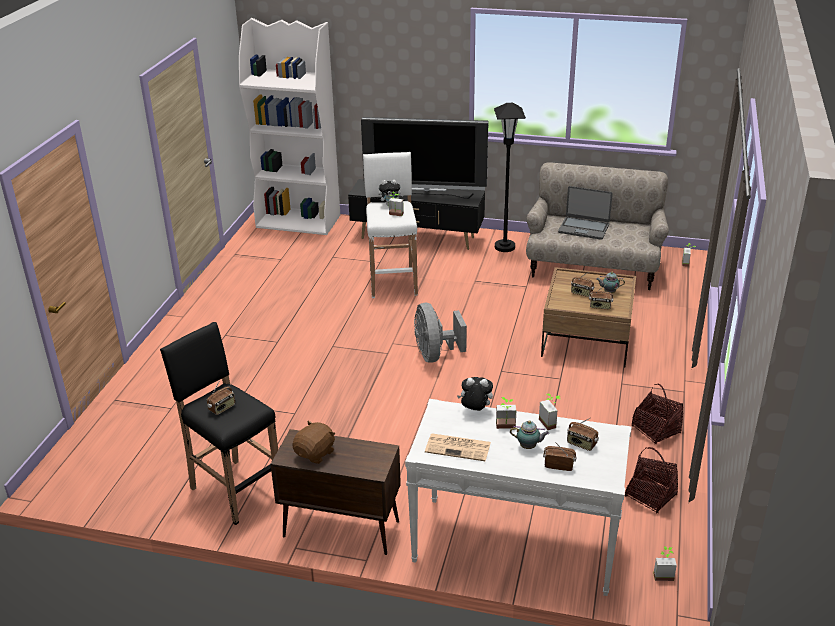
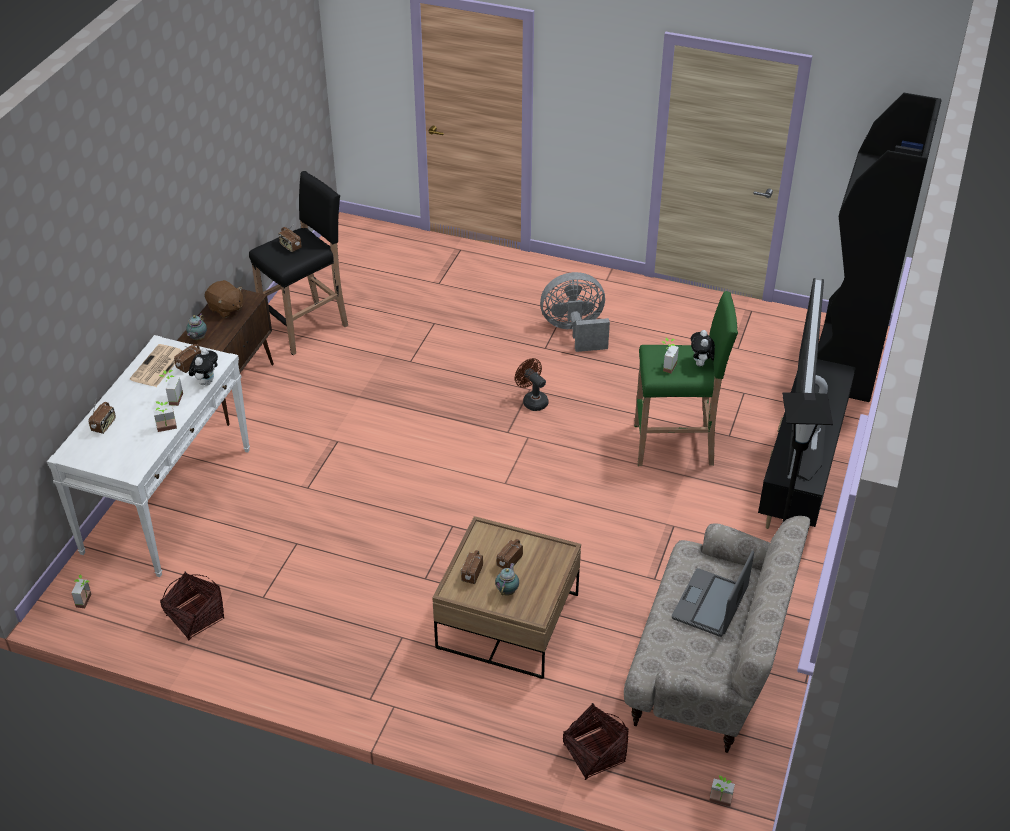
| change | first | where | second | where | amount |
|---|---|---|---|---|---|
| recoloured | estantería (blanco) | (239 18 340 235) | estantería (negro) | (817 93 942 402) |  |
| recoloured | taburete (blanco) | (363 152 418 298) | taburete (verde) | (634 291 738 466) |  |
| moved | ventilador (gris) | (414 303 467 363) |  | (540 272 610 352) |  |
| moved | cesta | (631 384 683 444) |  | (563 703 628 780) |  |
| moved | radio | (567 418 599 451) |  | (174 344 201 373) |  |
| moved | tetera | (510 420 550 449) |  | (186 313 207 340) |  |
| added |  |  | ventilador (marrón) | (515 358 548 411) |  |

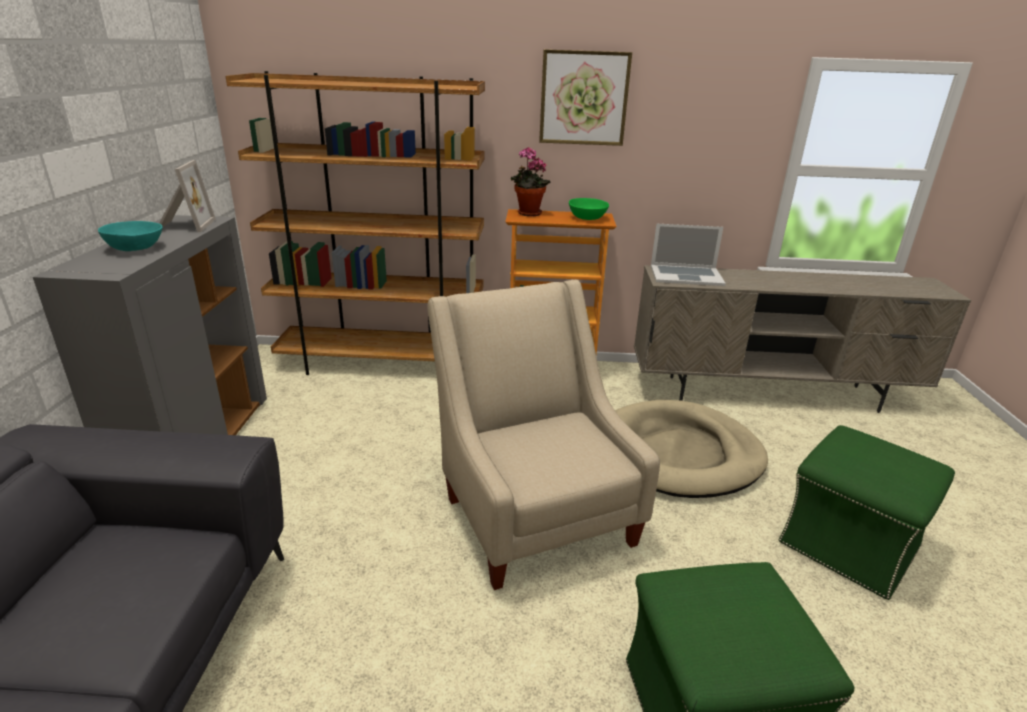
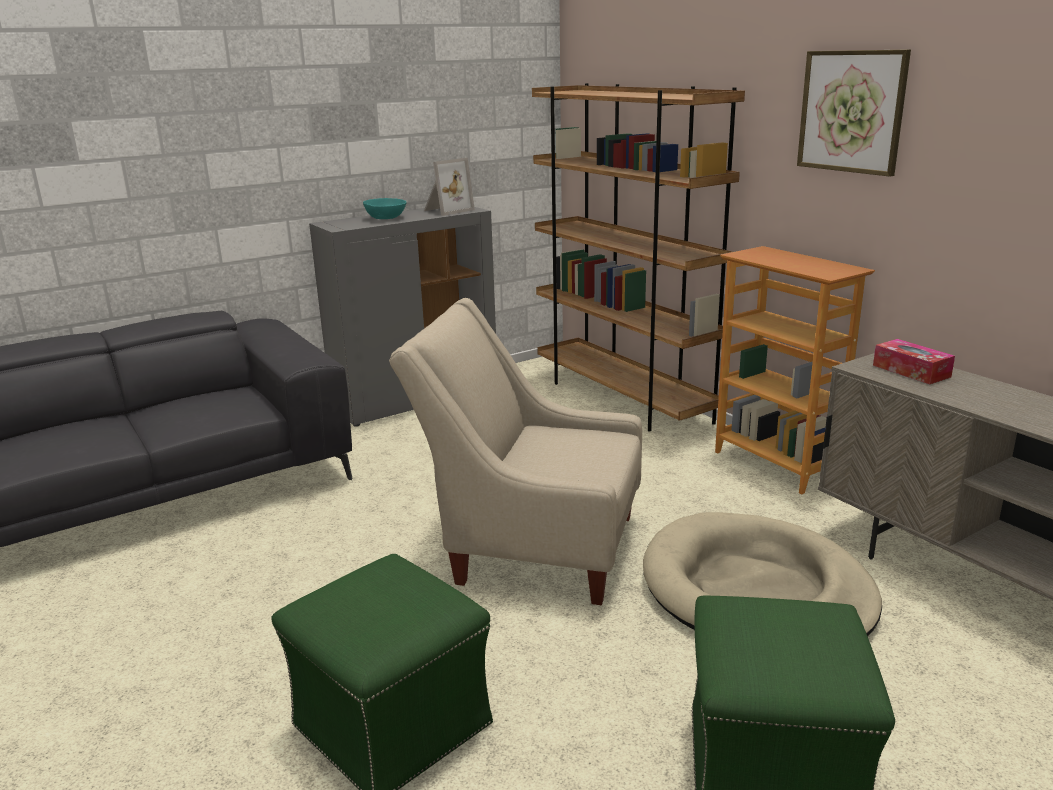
| change | first | where | second | where | amount |
|---|---|---|---|---|---|
| removed | planta en maceta | (511 147 551 216) |  |  |  |
| removed | cuenco (verde) | (569 198 609 220) |  |  |  |
| replaced | portátil | (651 223 726 286) | caja de pañuelos | (873 339 955 384) |  |
| turned | sillón (beis) | (427 280 660 590) |  | (389 298 642 605) | 105 degrees counterclockwise |

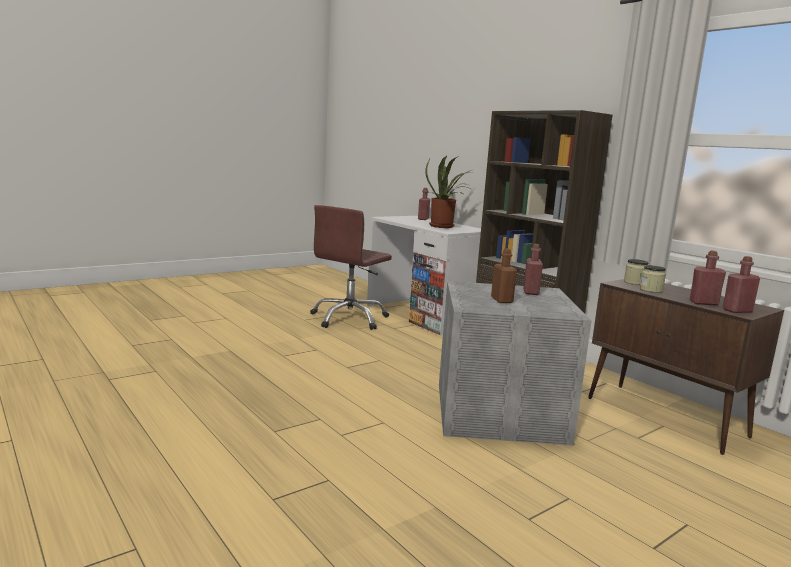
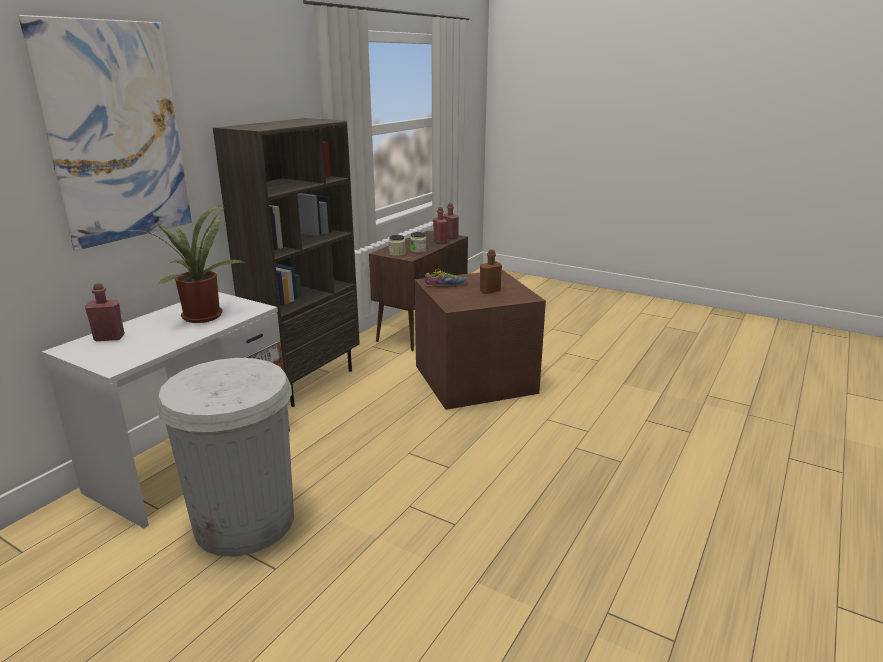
| change | first | where | second | where | amount |
|---|---|---|---|---|---|
| replaced | silla de oficina (marrón) | (310 205 392 330) | papelera (blanco) | (156 358 294 557) |  |
| replaced | botella (rojo) | (523 244 543 295) | zapato | (425 269 468 287) |  |
| recoloured | caja de almacenaje (gris) | (439 281 592 446) | caja de almacenaje (marrón) | (414 270 546 410) |  |
| added |  |  | cuadro | (19 15 192 251) |  |

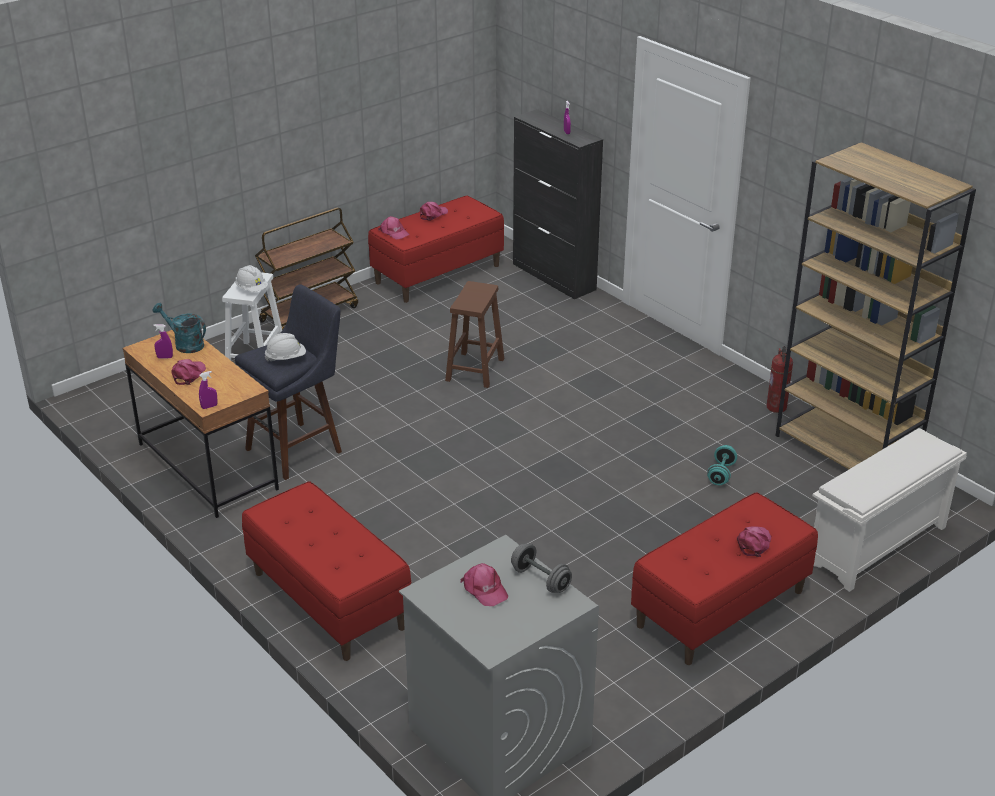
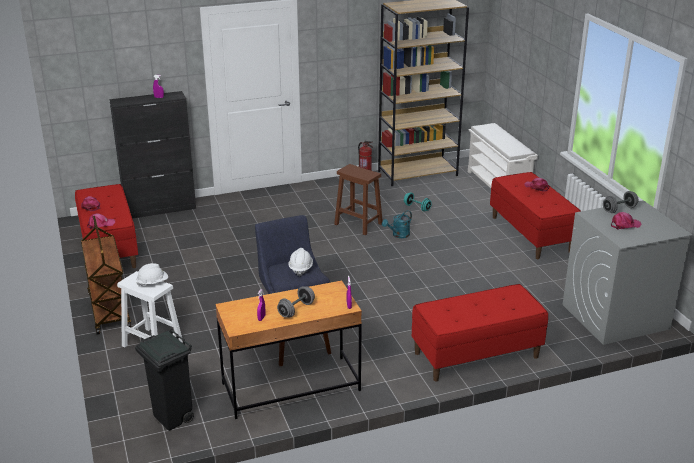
| change | first | where | second | where | amount |
|---|---|---|---|---|---|
| moved | taburete (marrón) | (445 281 504 388) |  | (334 164 383 235) |  |
| moved | regadera (turquesa) | (152 303 206 353) |  | (382 210 412 238) |  |
| replaced | gorra (rosa) | (171 359 206 385) | mancuerna (gris) | (277 286 315 318) |  |
| added |  |  | papelera (negro) | (135 329 194 431) |  |

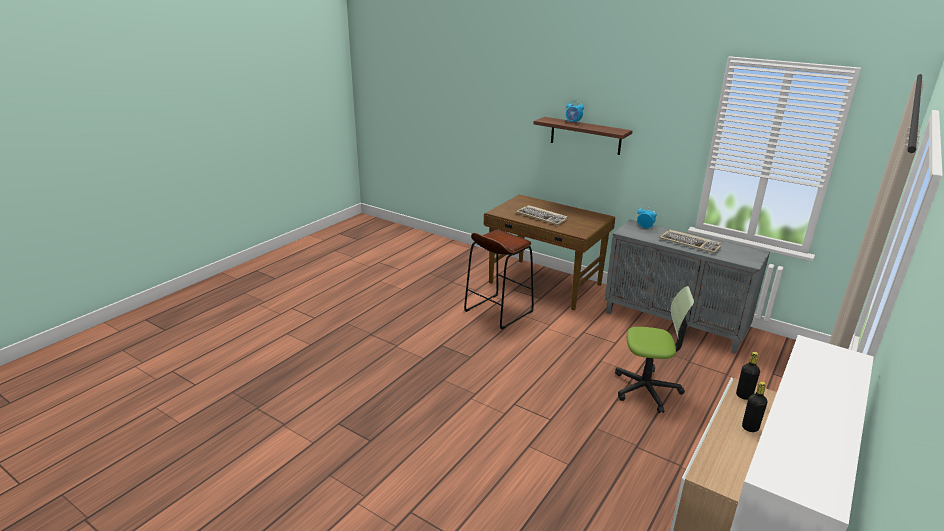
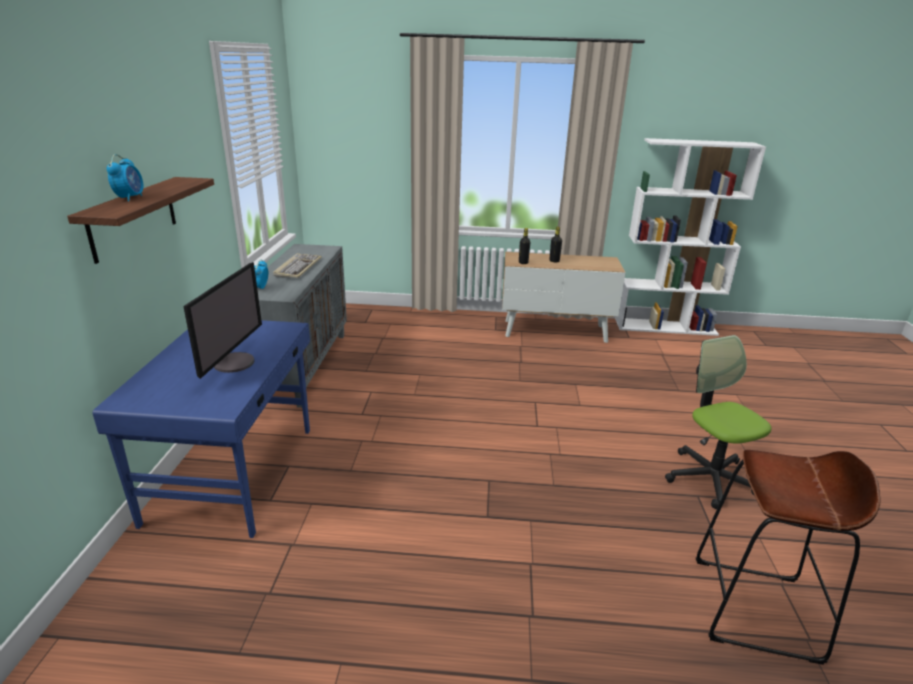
| change | first | where | second | where | amount |
|---|---|---|---|---|---|
| recoloured | escritorio (marrón) | (484 195 615 311) | escritorio (azul) | (93 320 310 538) |  |
| replaced | teclado | (516 205 568 225) | monitor | (183 262 262 379) |  |
| moved | taburete (marrón) | (464 230 534 329) |  | (696 450 881 665) |  |
| moved | silla de oficina | (615 286 695 413) |  | (665 335 772 509) |  |

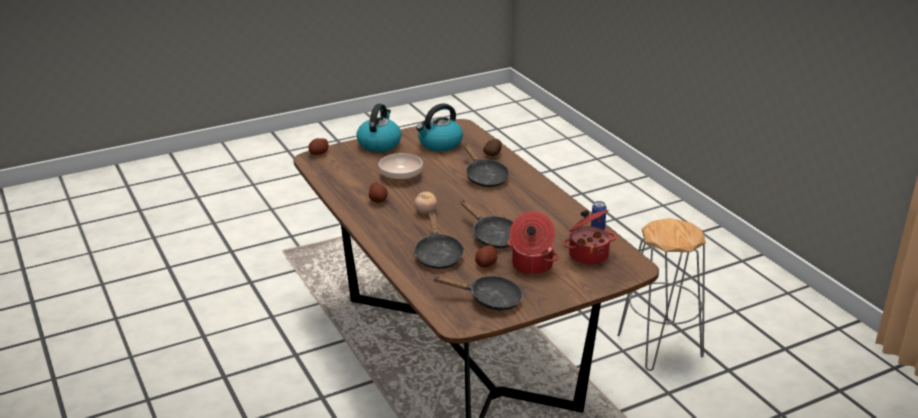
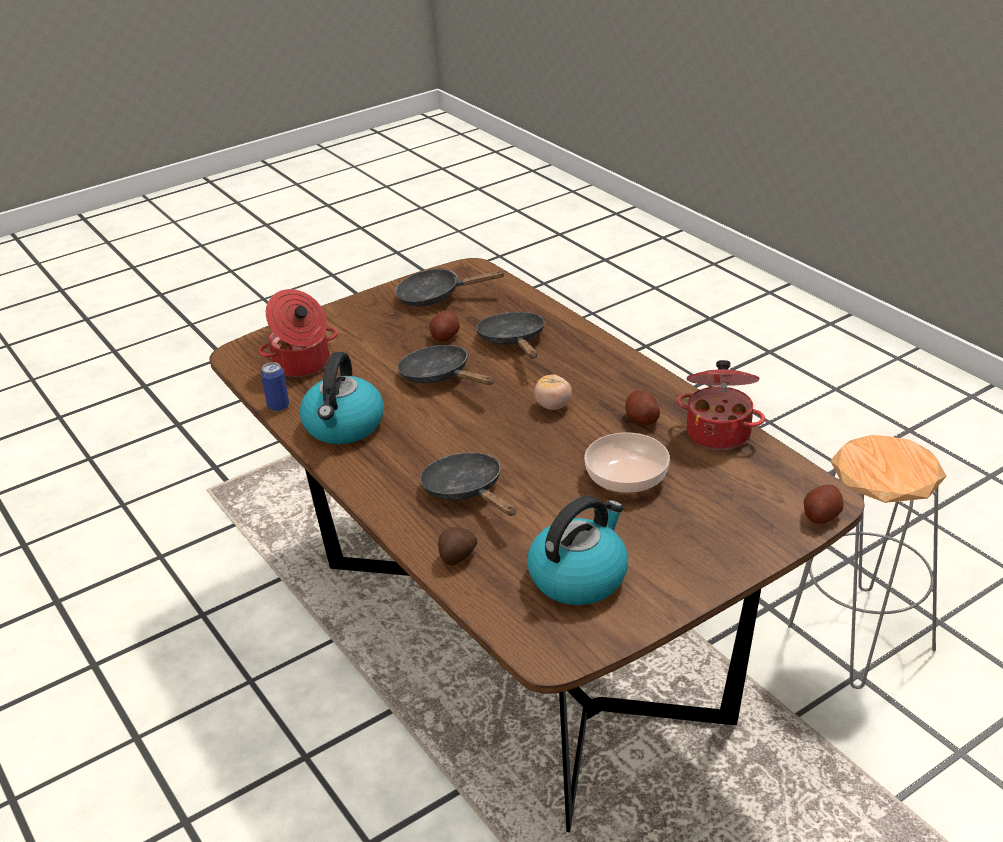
| change | first | where | second | where | amount |
|---|---|---|---|---|---|
| moved | hervidor | (357 103 401 152) |  | (299 352 384 444) |  |
| moved | olla | (507 212 559 275) |  | (677 360 765 450) |  |
| moved | taburete (gris) | (617 218 706 371) |  | (788 435 946 689) |  |

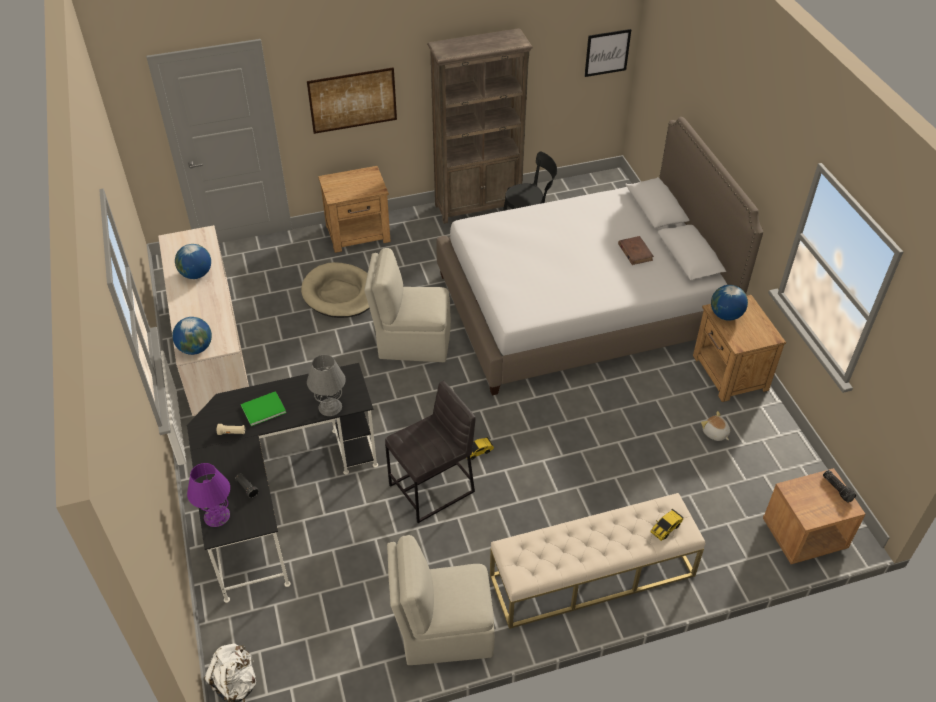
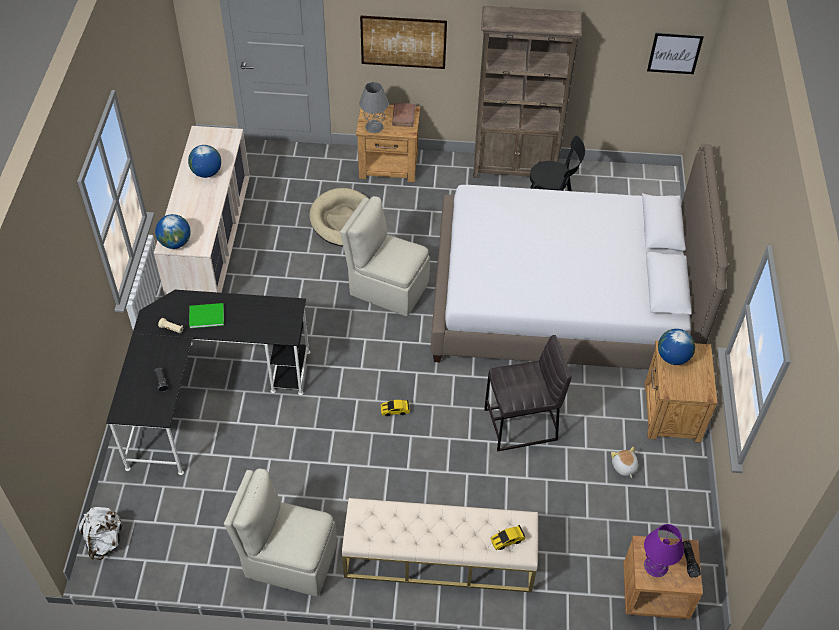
| change | first | where | second | where | amount |
|---|---|---|---|---|---|
| moved | libro (marrón) | (618 236 654 265) |  | (392 103 415 127) |  |
| moved | lámpara de mesa (gris) | (307 354 346 416) |  | (359 82 389 133) |  |
| moved | taburete (gris) | (385 381 476 523) |  | (484 335 572 452) |  |
| moved | lámpara de mesa (morado) | (187 463 230 527) |  | (644 524 684 577) |  |

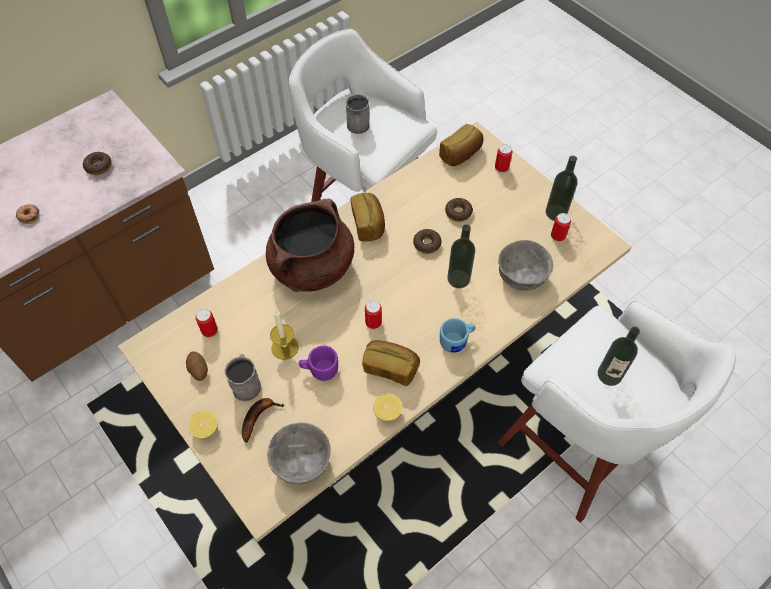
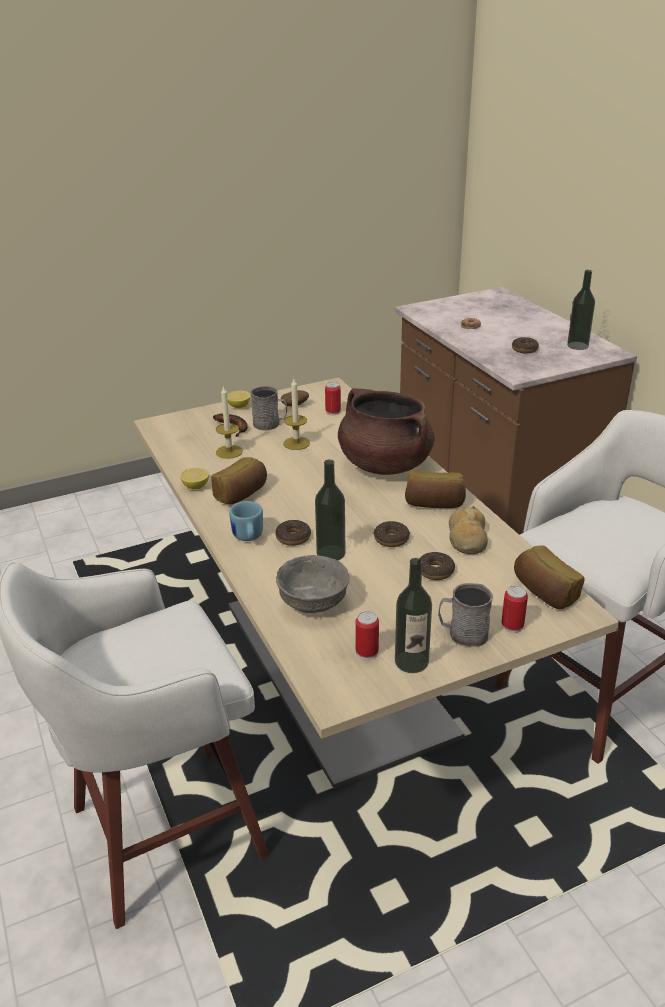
| change | first | where | second | where | amount |
|---|---|---|---|---|---|
| moved | taza grande (gris) | (346 94 370 134) |  | (438 583 493 647) |  |
| removed | lata | (365 300 382 330) |  |  |  |
| moved | botella | (598 327 640 386) |  | (567 270 595 350) |  |
| removed | taza grande (morado) | (299 346 338 381) |  |  |  |
| removed | cuenco (gris) | (267 422 331 484) |  |  |  |
| added |  |  | vela | (216 386 243 459) |  |
| added |  |  | pan | (449 506 488 554) |  |
| added |  |  | rosquilla | (275 520 311 546) |  |

